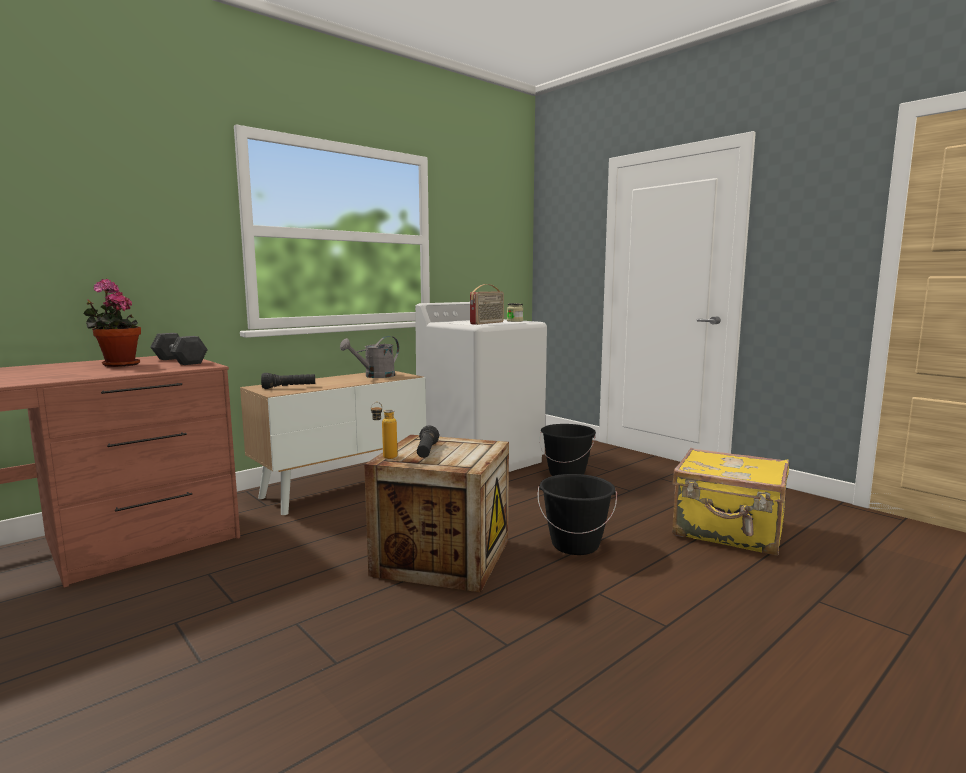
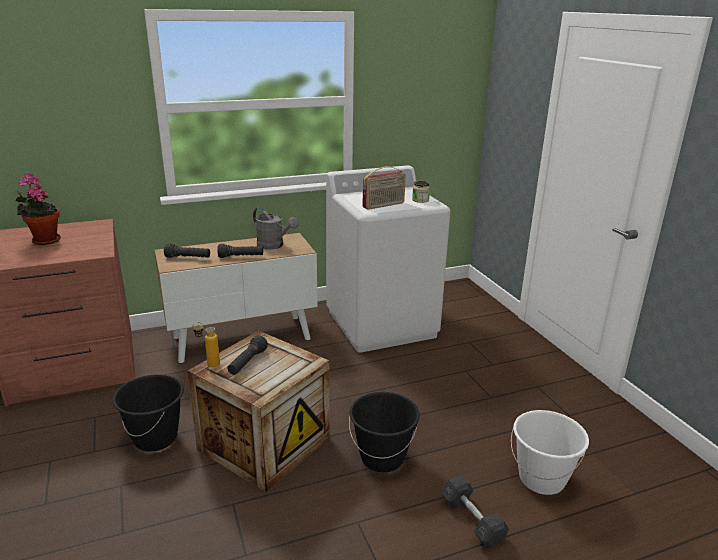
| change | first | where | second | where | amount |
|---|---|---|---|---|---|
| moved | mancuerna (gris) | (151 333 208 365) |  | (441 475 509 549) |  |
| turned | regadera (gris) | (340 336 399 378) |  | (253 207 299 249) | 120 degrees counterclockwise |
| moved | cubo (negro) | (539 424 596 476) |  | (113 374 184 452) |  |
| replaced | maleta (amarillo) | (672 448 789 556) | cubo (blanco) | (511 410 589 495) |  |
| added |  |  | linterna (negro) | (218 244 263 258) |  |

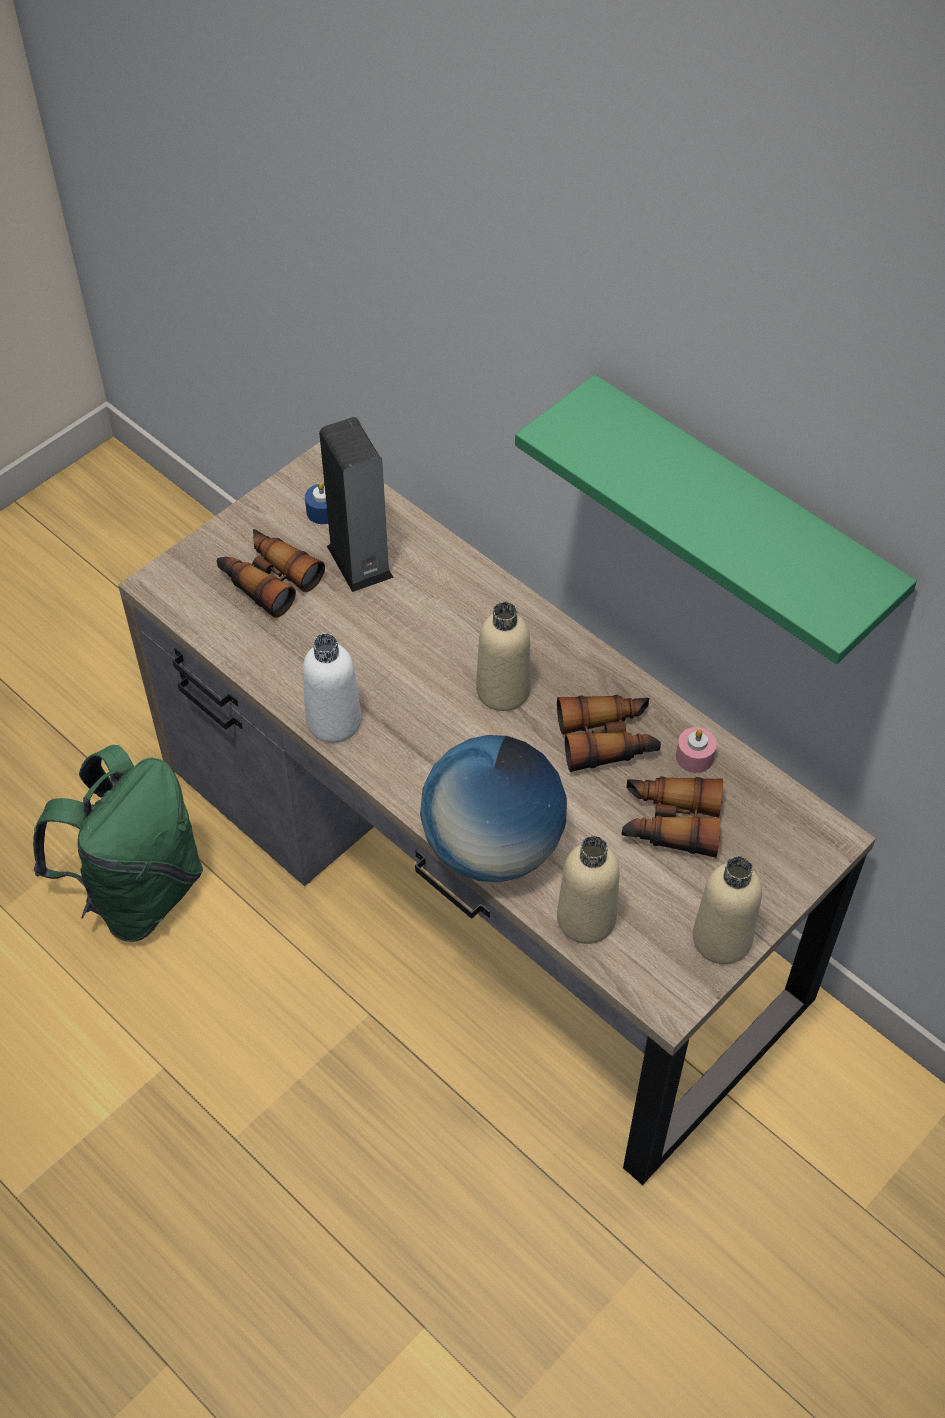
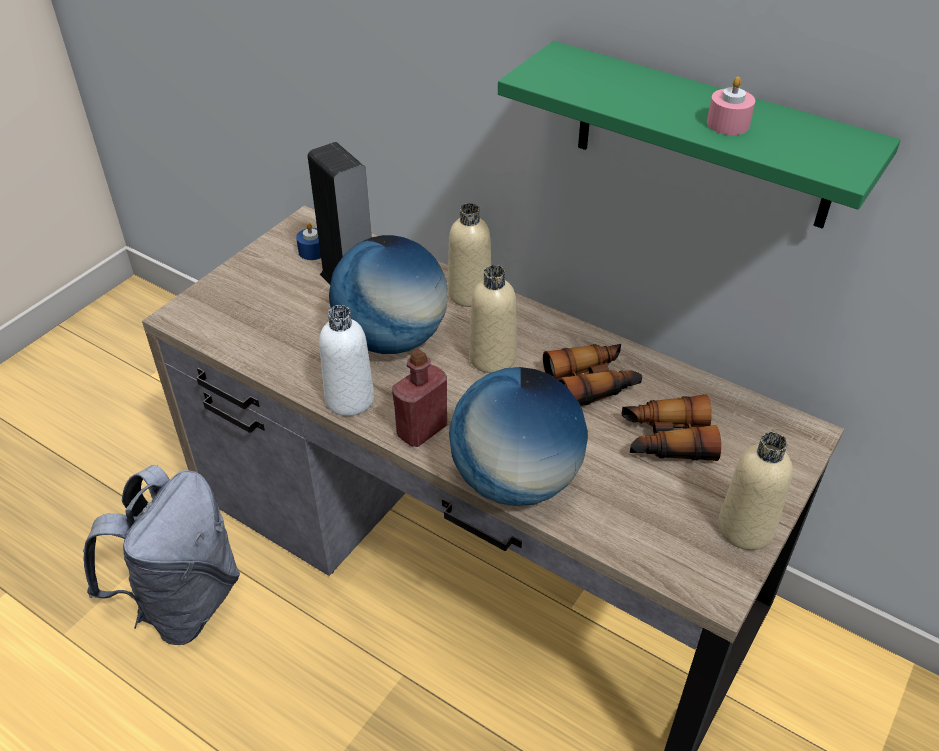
| change | first | where | second | where | amount |
|---|---|---|---|---|---|
| removed | prismáticos | (217 529 325 618) |  |  |  |
| moved | vela (rosa) | (676 727 717 773) |  | (707 77 755 135) |  |
| recoloured | mochila (verde) | (33 745 203 942) | mochila (gris) | (83 465 240 645) |  |
| moved | botella (beis) | (557 836 620 944) |  | (448 203 491 307) |  |
| added |  |  | globo terráqueo | (329 235 448 354) |  |
| added |  |  | botella (rojo) | (392 349 447 447) |  |

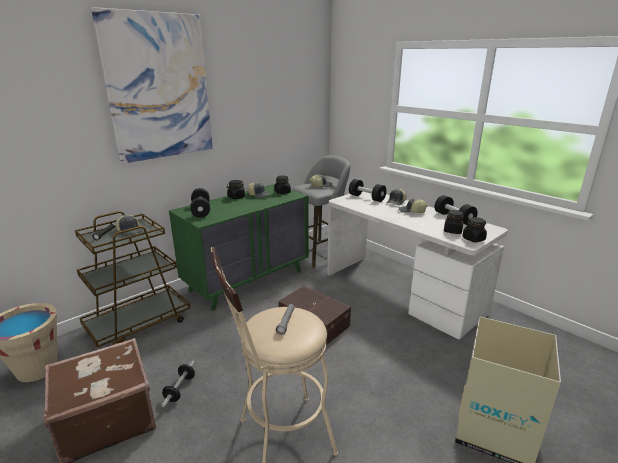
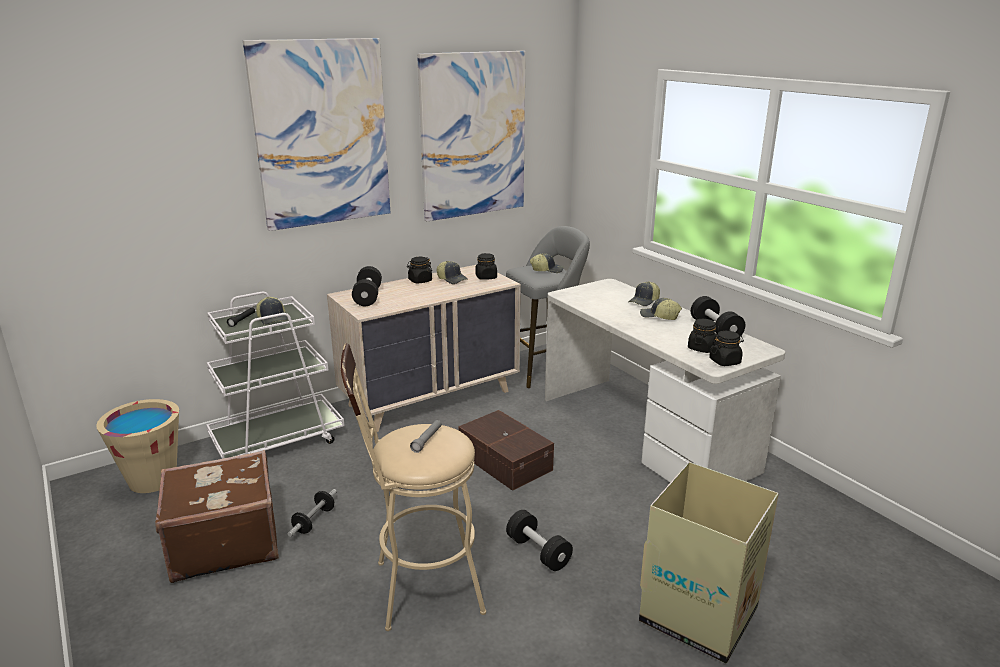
| change | first | where | second | where | amount |
|---|---|---|---|---|---|
| moved | mancuerna (negro) | (349 179 386 202) |  | (506 510 573 571) |  |
| recoloured | cómoda (verde) | (169 184 309 311) | cómoda (beis) | (327 265 521 432) |  |
| recoloured | carrito (marrón) | (75 211 190 348) | carrito (blanco) | (206 292 345 459) |  |
| added |  |  | cuadro | (417 51 526 221) |  |

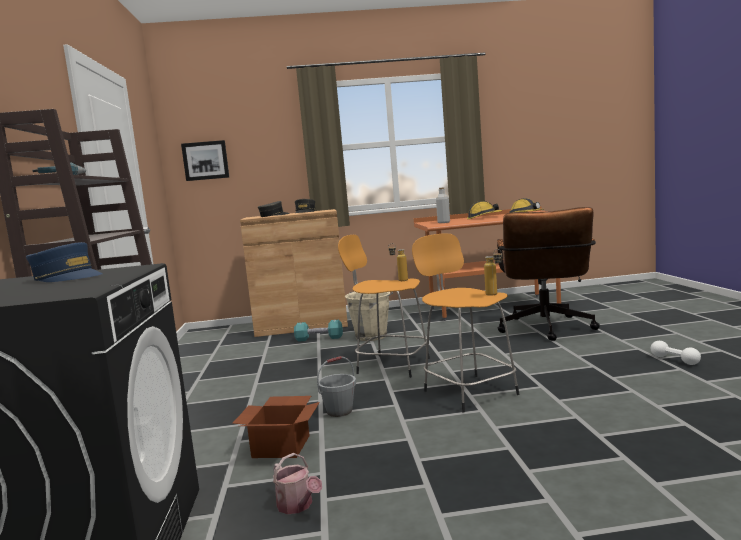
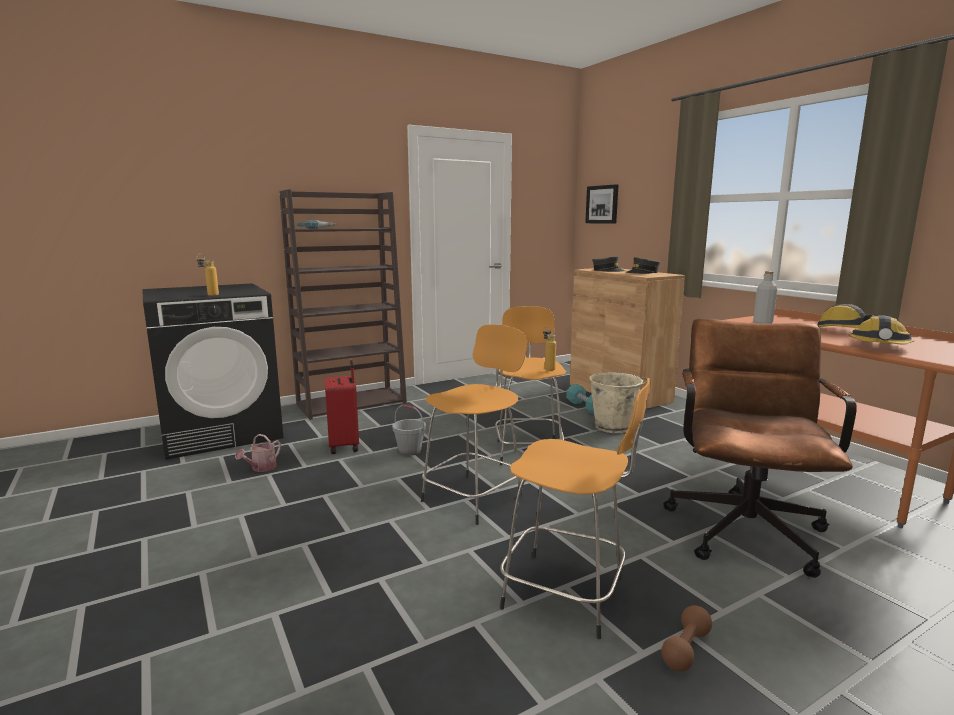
| change | first | where | second | where | amount |
|---|---|---|---|---|---|
| turned | silla de oficina (marrón) | (497 207 600 341) |  | (663 318 857 578) | 120 degrees clockwise |
| removed | gorra (azul) | (26 242 103 282) |  |  |  |
| moved | botella | (484 249 502 296) |  | (196 254 219 296) |  |
| recoloured | mancuerna (blanco) | (651 341 701 365) | mancuerna (marrón) | (661 605 712 671) |  |
| replaced | caja de cartón | (232 396 320 458) | maleta (rojo) | (325 360 359 454) |  |
| added |  |  | taburete (naranja) | (500 378 651 639) |  |

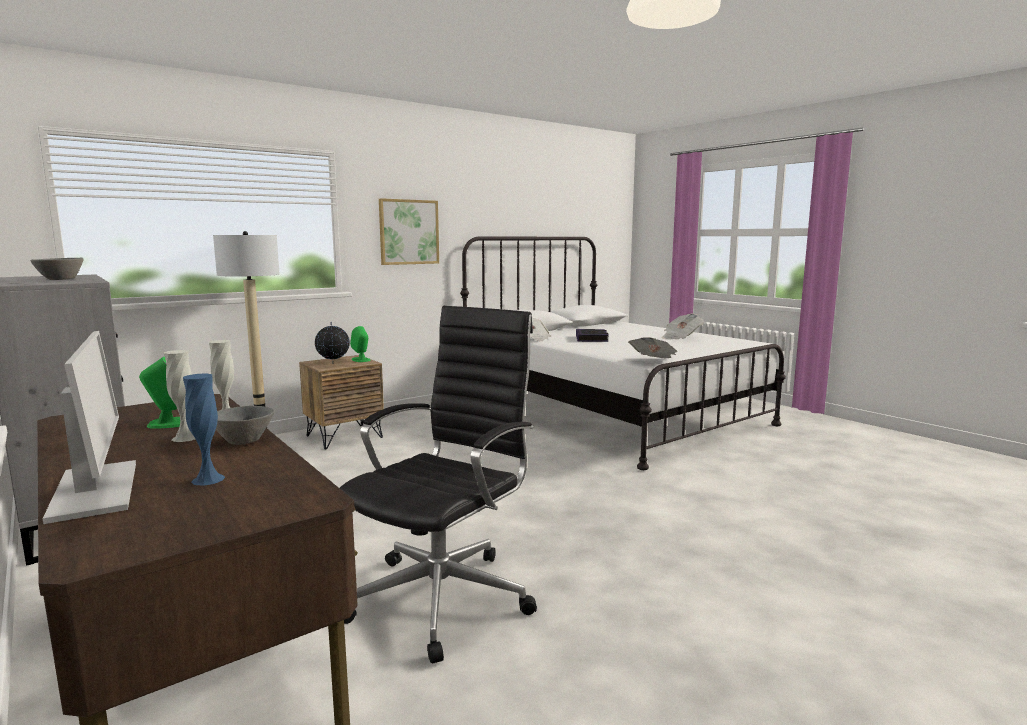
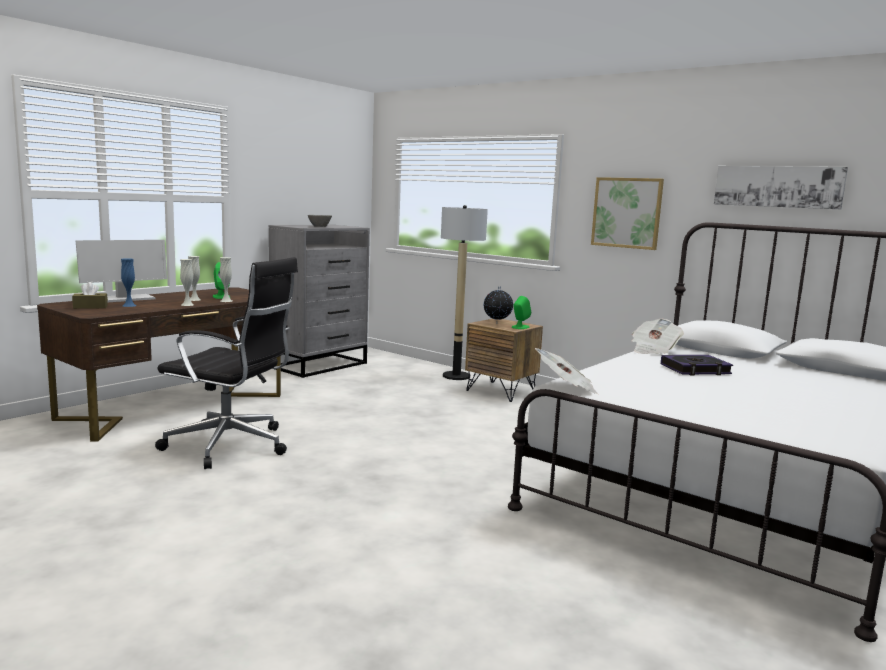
| change | first | where | second | where | amount |
|---|---|---|---|---|---|
| removed | periódico | (662 313 704 340) |  |  |  |
| replaced | cuenco (gris) | (216 406 274 445) | florero (blanco) | (180 259 194 306) |  |
| added |  |  | cuadro | (714 166 848 209) |  |
| added |  |  | caja de pañuelos (marrón) | (72 282 108 309) |  |

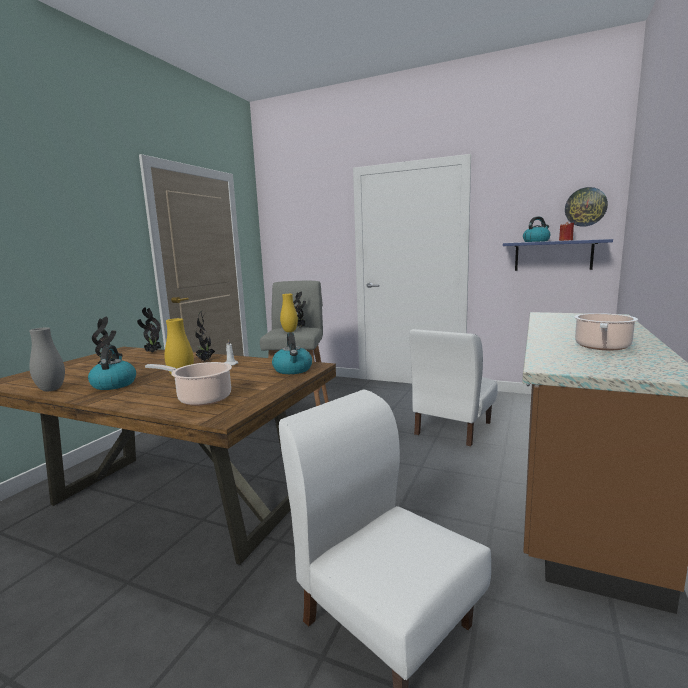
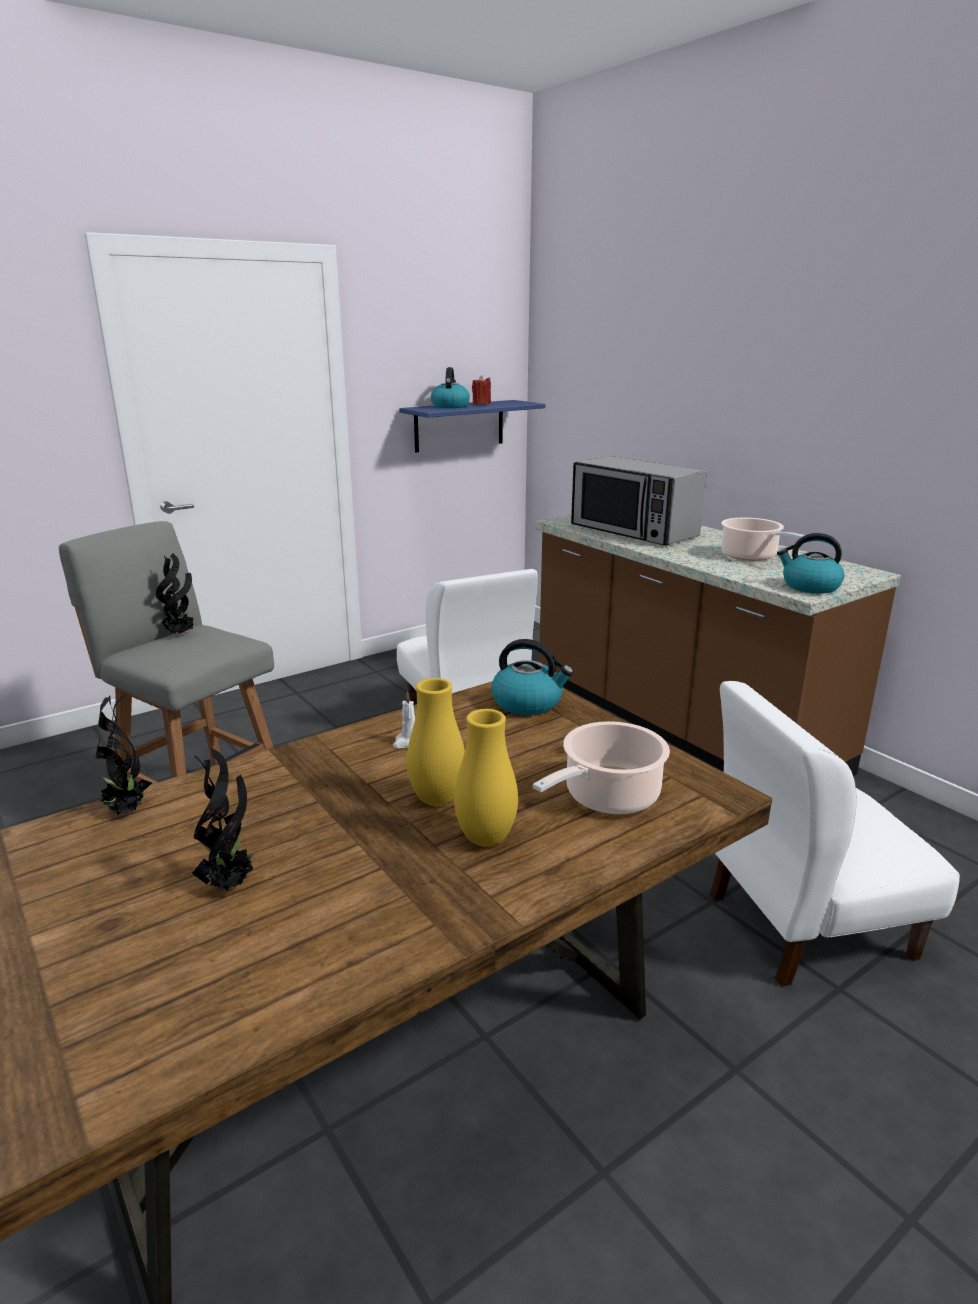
| change | first | where | second | where | amount |
|---|---|---|---|---|---|
| removed | reloj de pared | (565 187 608 227) |  |  |  |
| moved | florero (amarillo) | (280 294 298 332) |  | (454 709 518 847) |  |
| removed | planta en maceta | (195 311 215 361) |  |  |  |
| removed | florero (gris) | (29 327 65 391) |  |  |  |
| moved | hervidor | (88 345 136 390) |  | (777 533 845 594) |  |
| added |  |  | microondas | (571 456 707 546) |  |

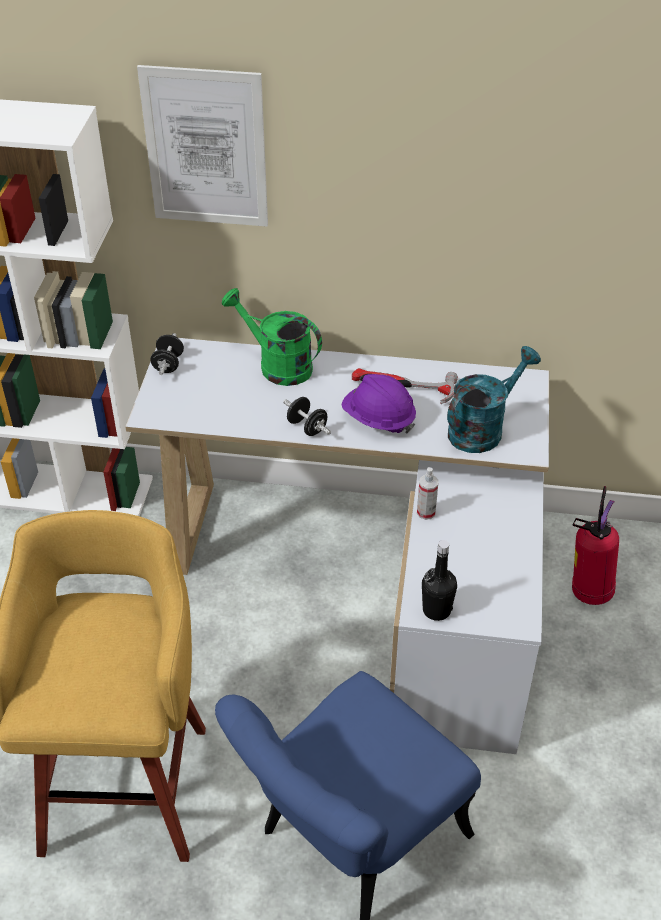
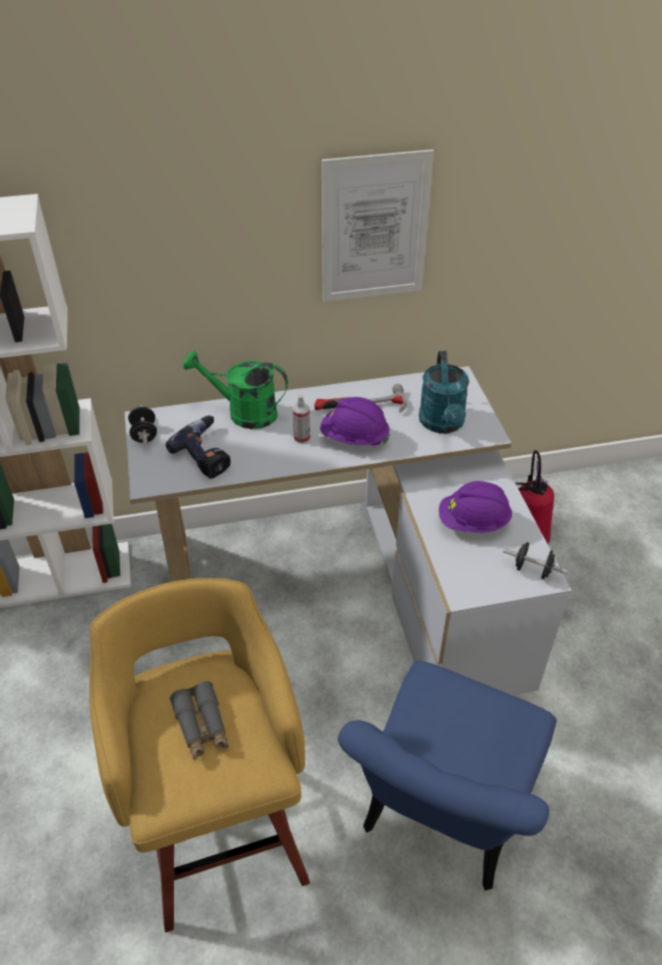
| change | first | where | second | where | amount |
|---|---|---|---|---|---|
| moved | cuadro | (137 65 268 227) |  | (322 149 434 302) |  |
| turned | regadera (turquesa) | (447 346 541 453) |  | (419 351 469 434) | 150 degrees clockwise |
| moved | mancuerna (negro) | (283 397 331 436) |  | (503 542 568 579) |  |
| moved | pulverizador | (417 467 439 520) |  | (293 395 310 443) |  |
| removed | botella (negro) | (422 540 457 621) |  |  |  |
| added |  |  | taladro | (166 415 231 479) |  |
| added |  |  | casco (morado) | (439 481 512 533) |  |
| added |  |  | prismáticos (gris) | (170 681 229 760) |  |

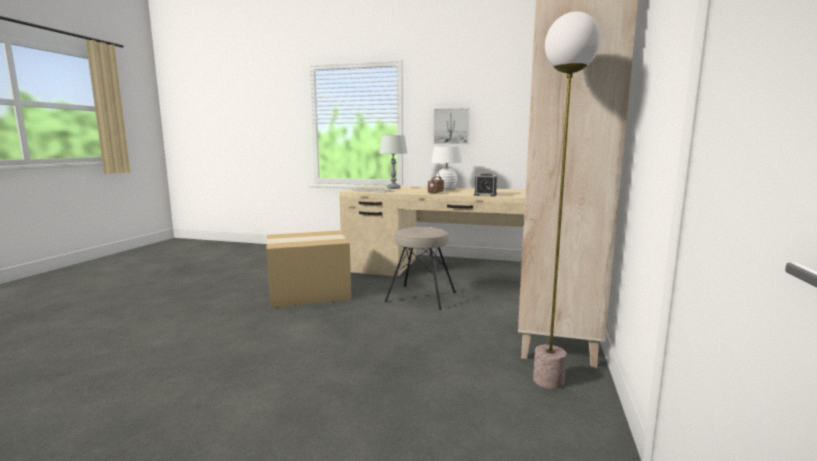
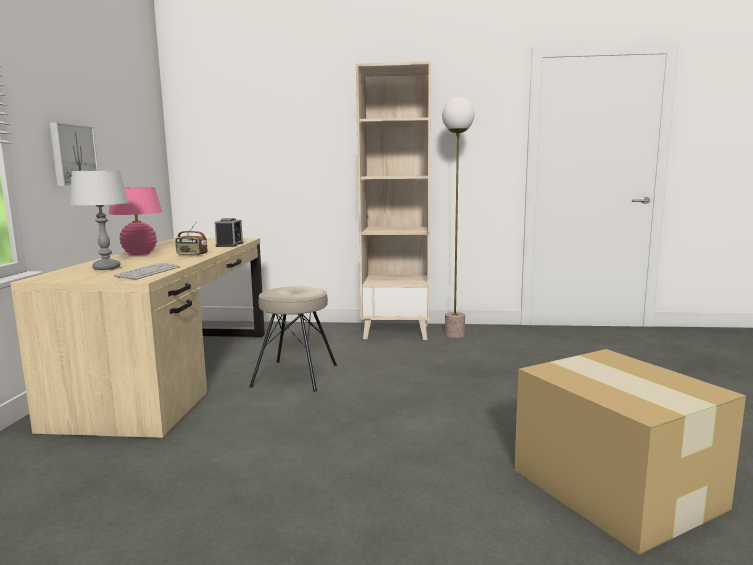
| change | first | where | second | where | amount |
|---|---|---|---|---|---|
| recoloured | lámpara de mesa (blanco) | (431 146 463 189) | lámpara de mesa (rosa) | (109 187 162 255) |  |
| moved | caja de cartón | (267 231 351 308) |  | (514 349 746 555) |  |

